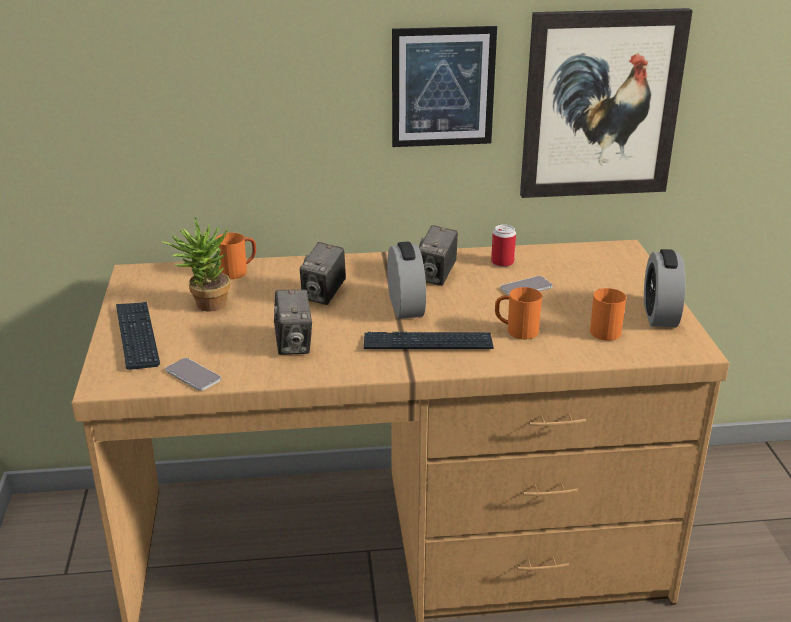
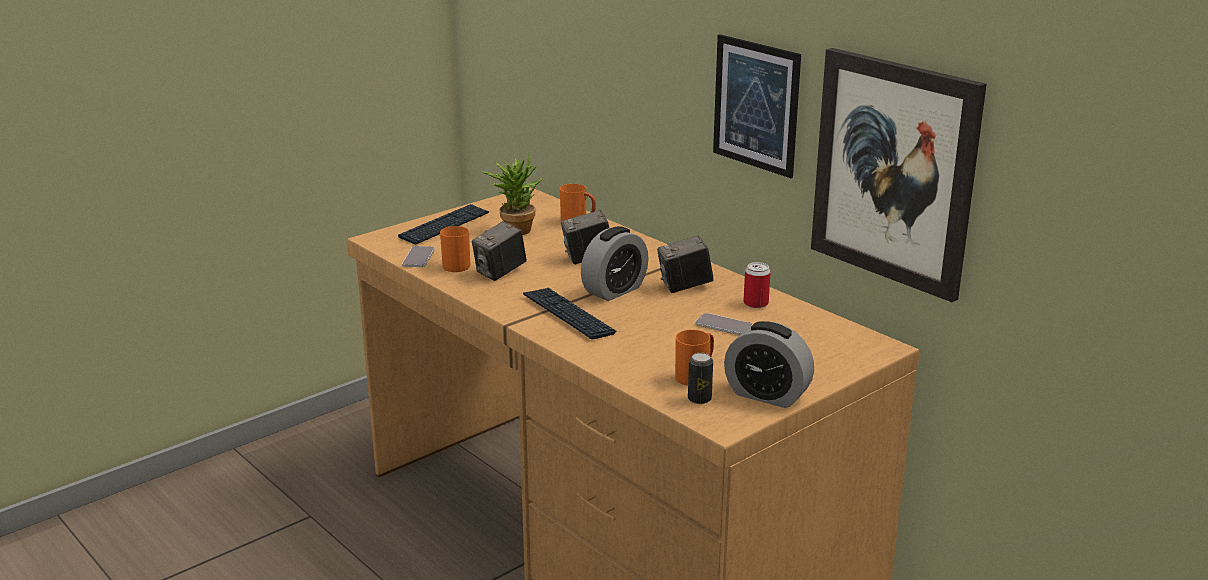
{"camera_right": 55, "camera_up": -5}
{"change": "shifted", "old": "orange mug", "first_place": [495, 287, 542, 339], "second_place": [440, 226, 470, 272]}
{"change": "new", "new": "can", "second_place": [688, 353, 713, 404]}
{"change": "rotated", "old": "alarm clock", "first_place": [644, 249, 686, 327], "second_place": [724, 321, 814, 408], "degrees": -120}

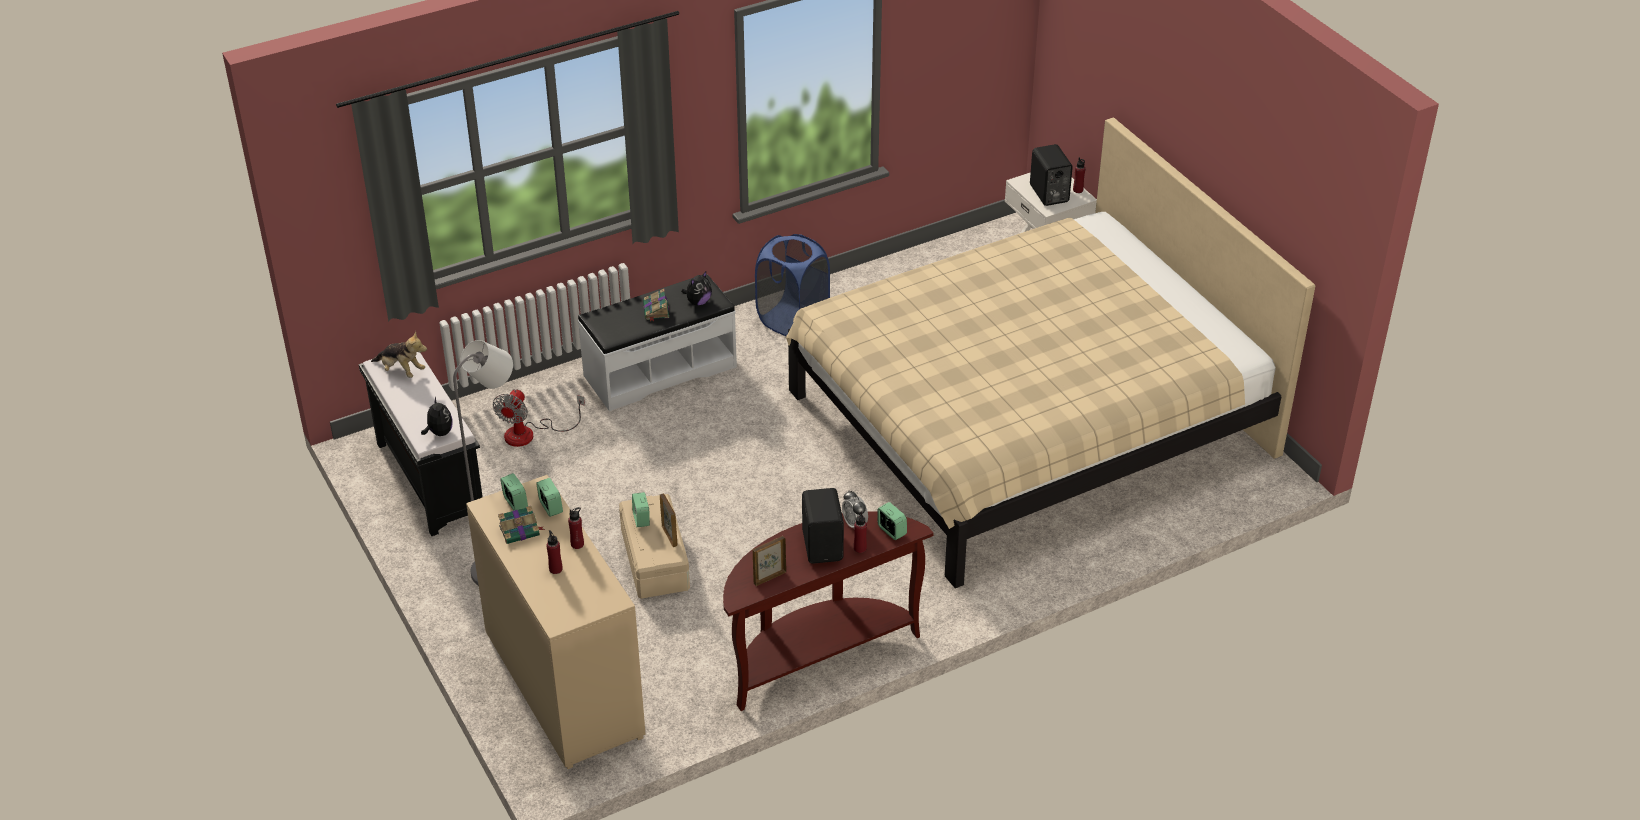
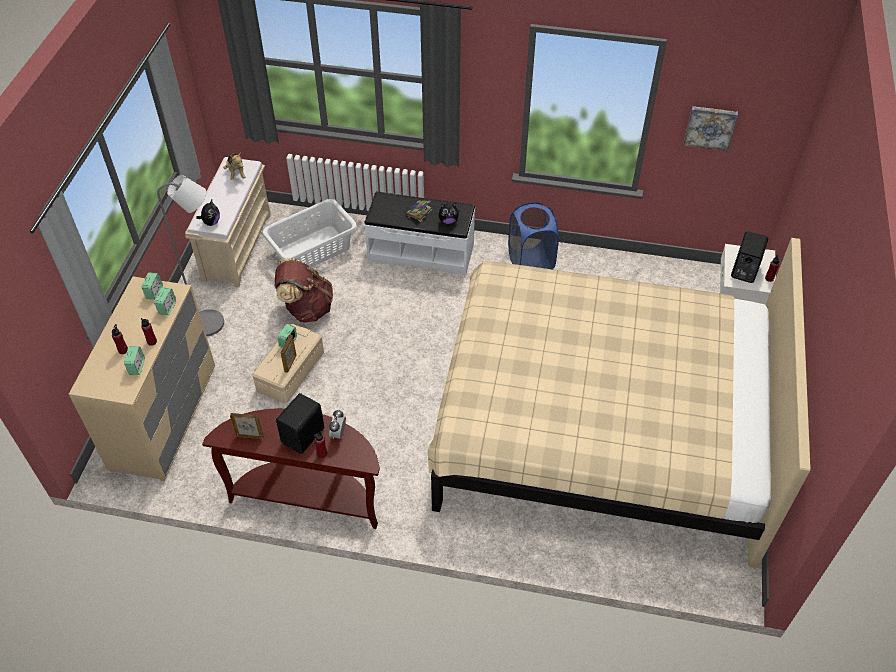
{"camera_right": 40, "camera_up": 10}
{"change": "shifted", "old": "alarm clock", "first_place": [877, 502, 907, 540], "second_place": [124, 346, 145, 375]}
{"change": "repainted", "old": "black bench", "new": "beige bench", "first_place": [359, 352, 483, 536], "second_place": [185, 157, 271, 287]}
{"change": "swapped", "old": "fan", "new": "white laundry basket", "first_place": [492, 389, 585, 447], "second_place": [262, 199, 357, 267]}
{"change": "new", "new": "brown backpack", "second_place": [275, 258, 333, 323]}
{"change": "new", "new": "picture", "second_place": [684, 106, 738, 151]}
{"change": "gone", "old": "book", "first_place": [498, 506, 545, 544]}

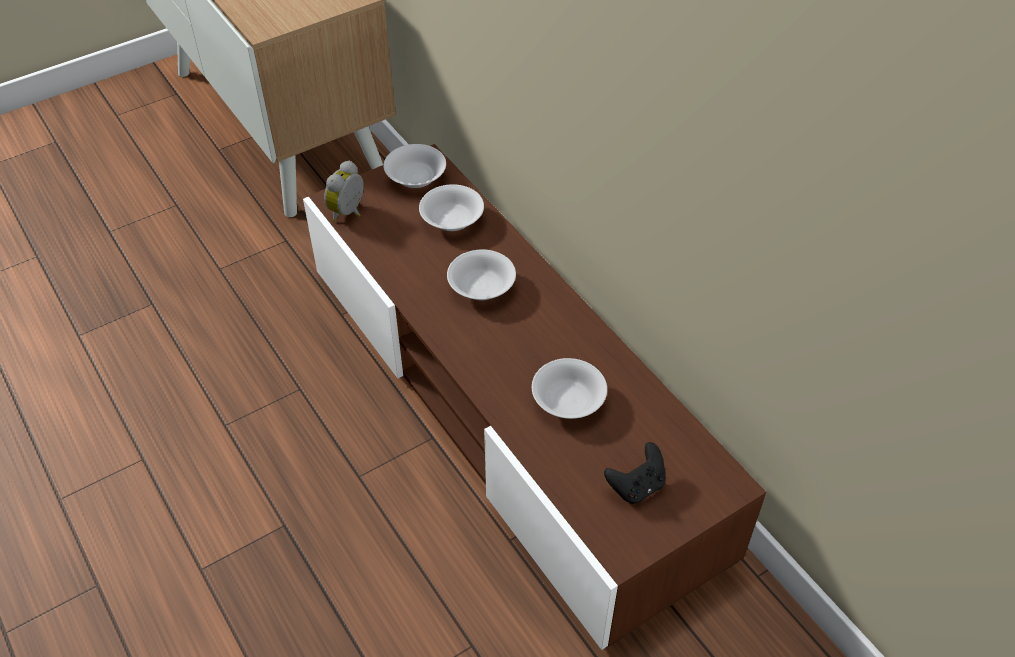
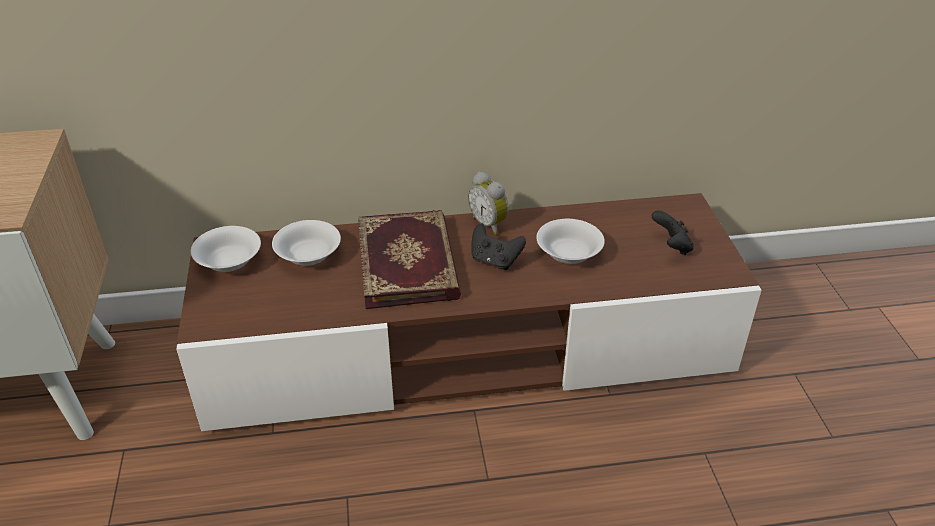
{"camera_right": -65, "camera_up": -10}
{"change": "swapped", "old": "white bowl", "new": "book", "first_place": [447, 250, 516, 300], "second_place": [358, 210, 461, 309]}
{"change": "shifted", "old": "alarm clock", "first_place": [324, 161, 364, 222], "second_place": [468, 172, 509, 235]}
{"change": "new", "new": "black game controller", "second_place": [471, 224, 526, 270]}

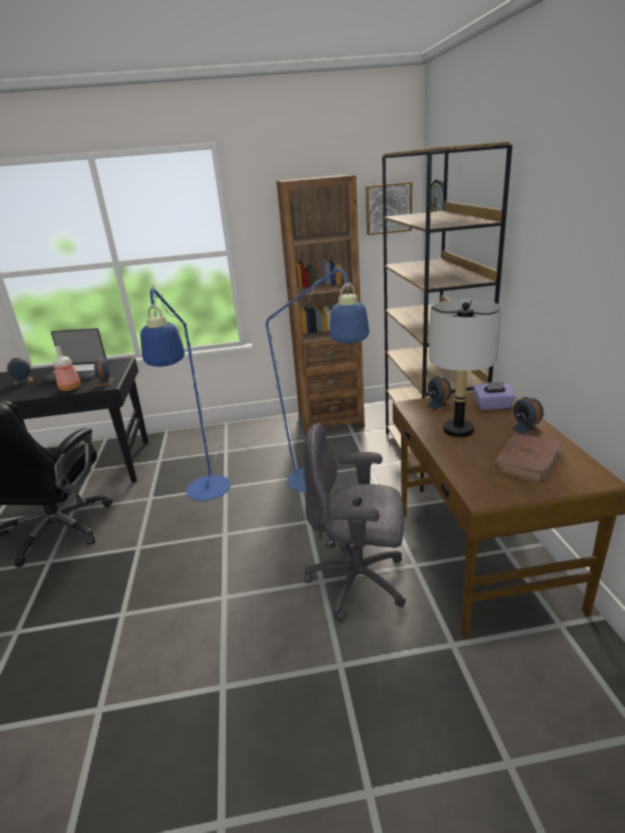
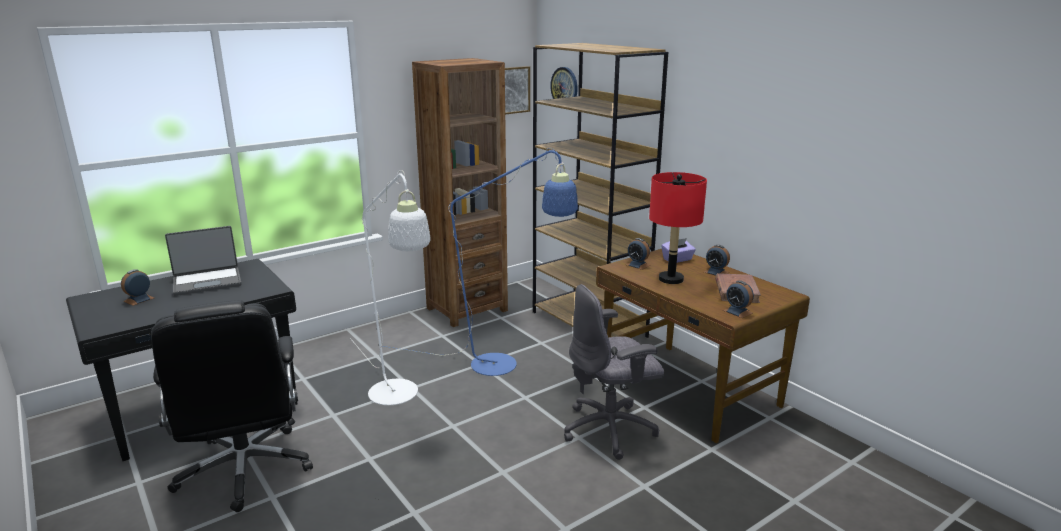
{"camera_right": -30, "camera_up": -5}
{"change": "repainted", "old": "blue floor lamp", "new": "white floor lamp", "first_place": [140, 285, 231, 501], "second_place": [350, 170, 431, 405]}
{"change": "repainted", "old": "grey table lamp", "new": "red table lamp", "first_place": [429, 299, 502, 437], "second_place": [649, 172, 707, 284]}
{"change": "shifted", "old": "alarm clock", "first_place": [94, 358, 115, 387], "second_place": [723, 280, 754, 318]}
{"change": "gone", "old": "bottle", "first_place": [54, 346, 81, 391]}

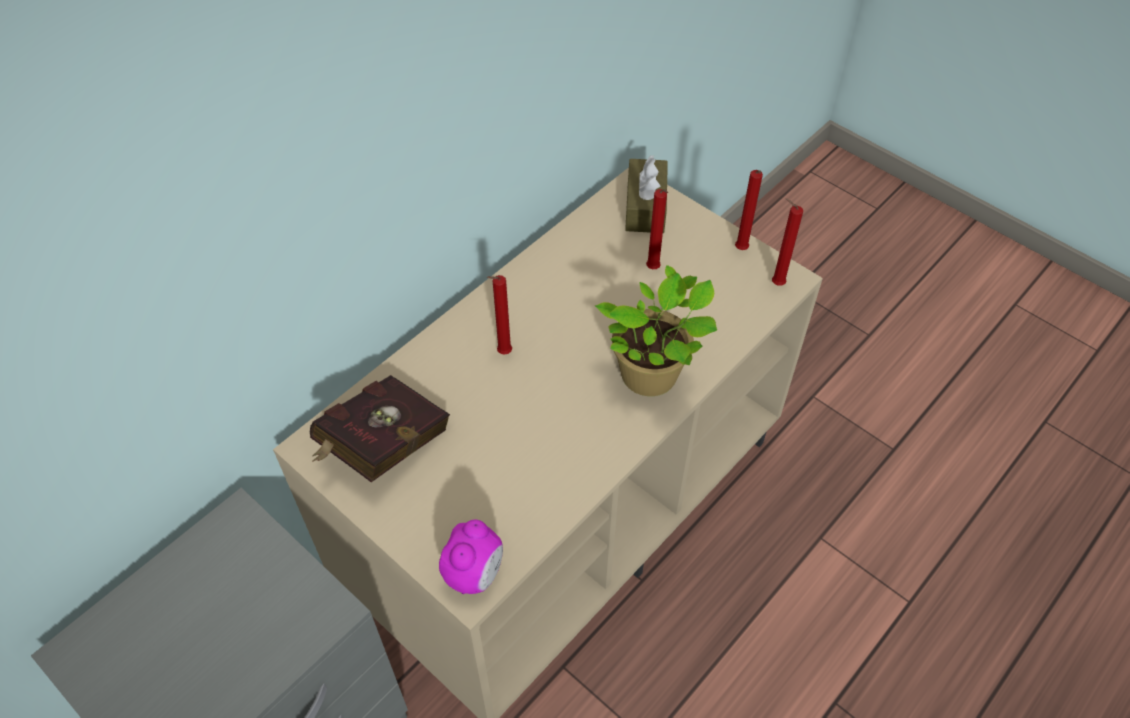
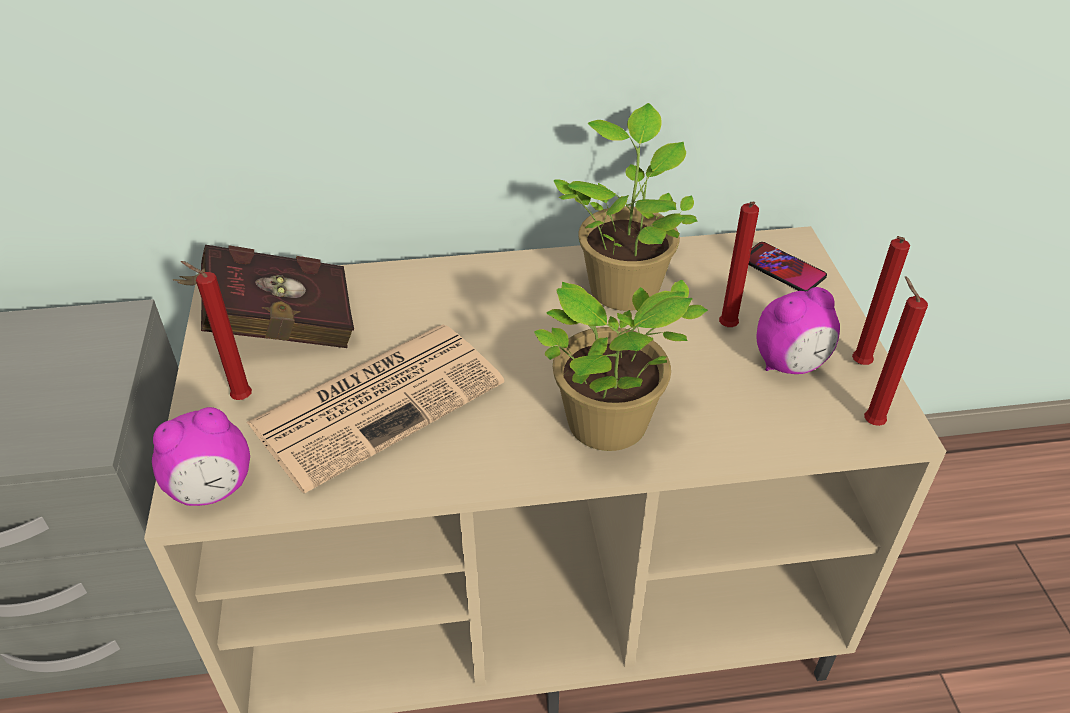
{"camera_right": 40, "camera_up": -10}
{"change": "shifted", "old": "red candle", "first_place": [487, 275, 512, 355], "second_place": [181, 261, 252, 400]}
{"change": "new", "new": "newspaper", "second_place": [246, 325, 504, 494]}
{"change": "new", "new": "potted plant", "second_place": [554, 103, 698, 311]}
{"change": "swapped", "old": "brown tissue box", "new": "phone", "first_place": [625, 155, 668, 233], "second_place": [748, 242, 827, 291]}
{"change": "new", "new": "alarm clock", "second_place": [756, 287, 840, 374]}

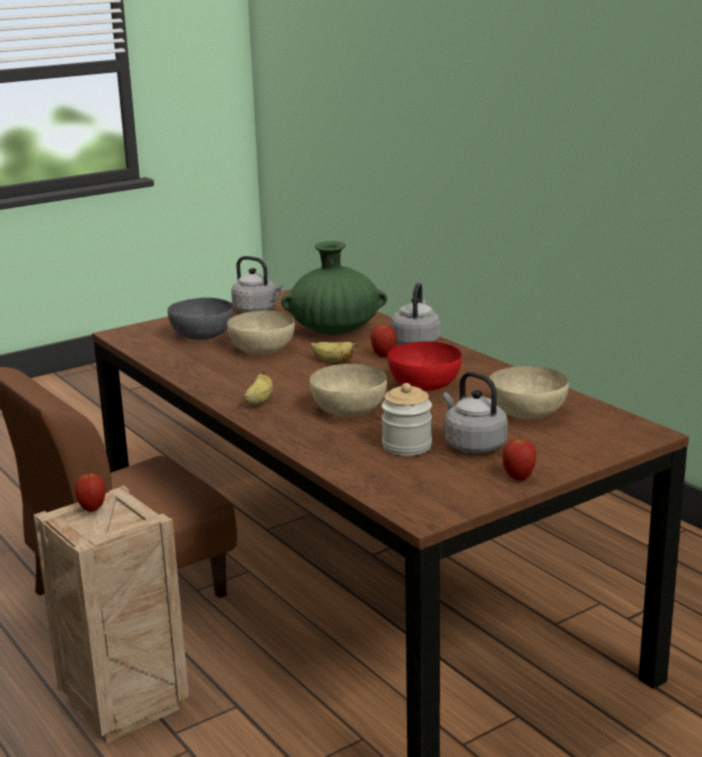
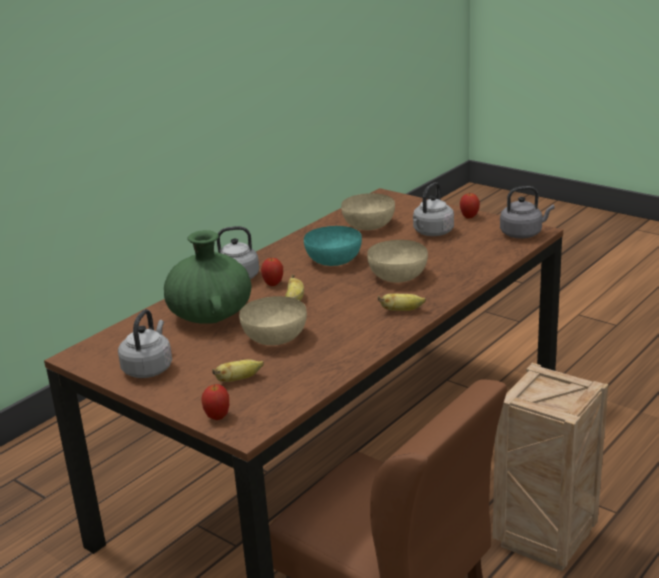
{"camera_right": -105, "camera_up": 5}
{"change": "shifted", "old": "apple", "first_place": [75, 473, 105, 512], "second_place": [201, 384, 229, 420]}
{"change": "swapped", "old": "grey bowl", "new": "banana", "first_place": [168, 298, 233, 340], "second_place": [212, 359, 264, 382]}
{"change": "repainted", "old": "red bowl", "new": "turquoise bowl", "first_place": [388, 341, 462, 391], "second_place": [304, 226, 362, 266]}
{"change": "new", "new": "grey kettle", "second_place": [500, 186, 555, 239]}
{"change": "gone", "old": "jar", "first_place": [381, 383, 432, 456]}

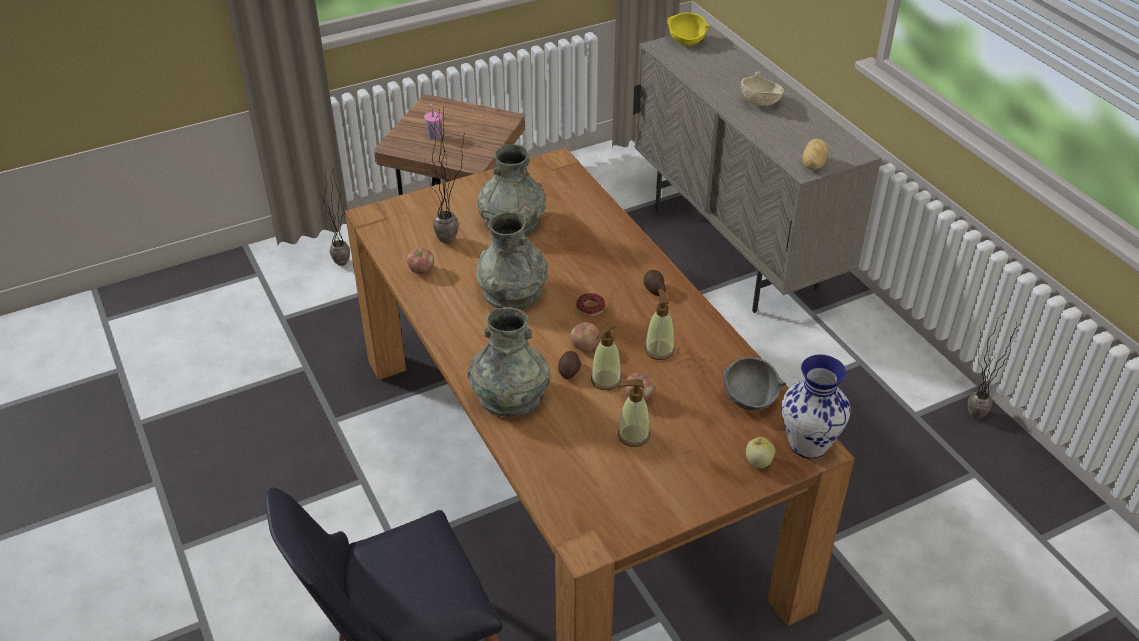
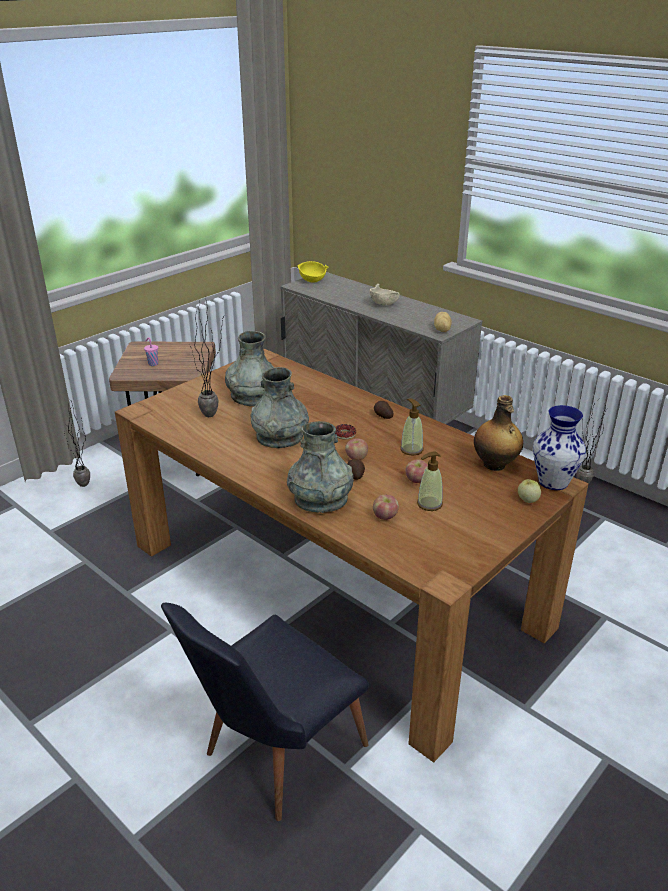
{"camera_right": -20, "camera_up": -10}
{"change": "shifted", "old": "apple", "first_place": [407, 248, 434, 274], "second_place": [373, 495, 399, 520]}
{"change": "swapped", "old": "grey bowl", "new": "bottle", "first_place": [722, 357, 786, 411], "second_place": [474, 395, 523, 471]}
{"change": "gone", "old": "soap dispenser", "first_place": [591, 323, 621, 390]}

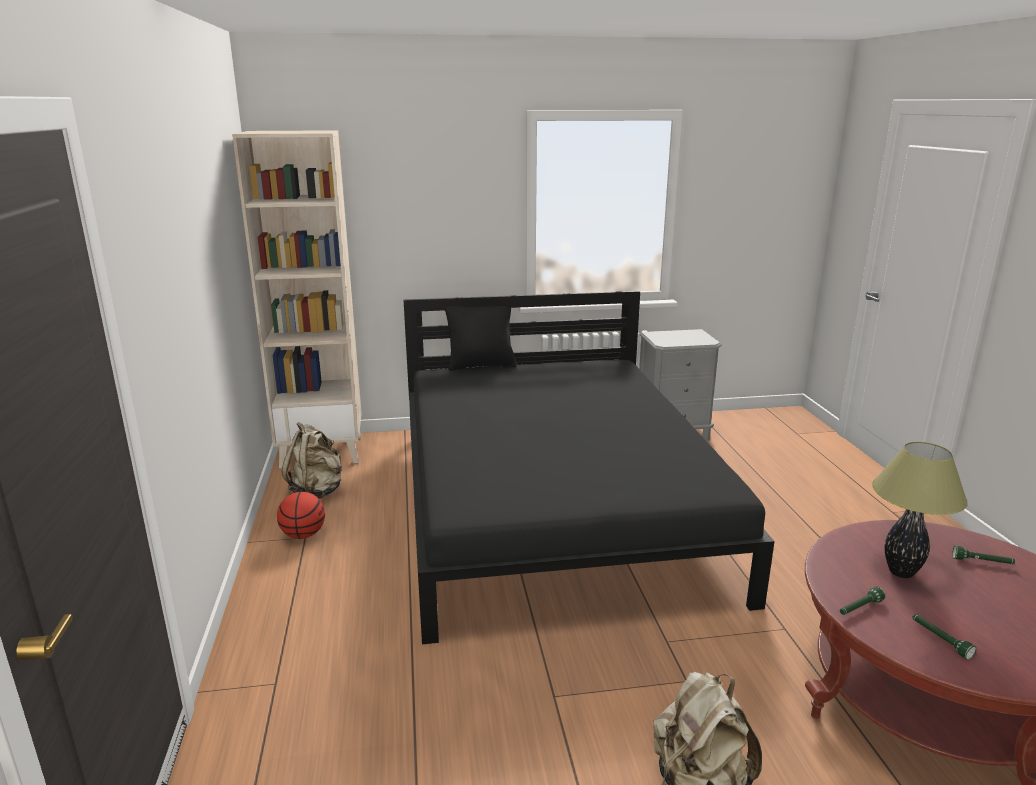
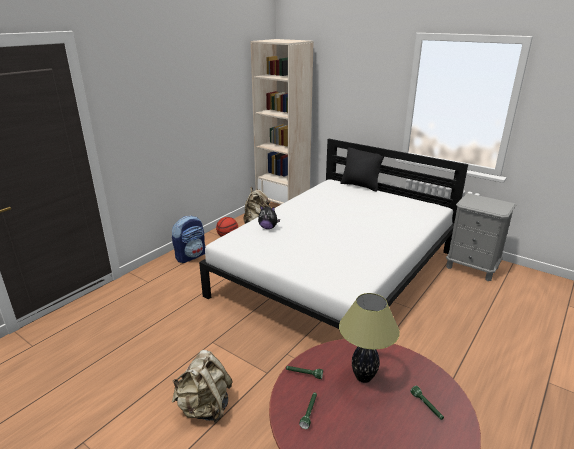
{"camera_right": 45, "camera_up": 5}
{"change": "new", "new": "backpack", "second_place": [172, 215, 205, 263]}
{"change": "repainted", "old": "black bed", "new": "white bed", "first_place": [403, 291, 775, 644], "second_place": [199, 139, 468, 329]}
{"change": "new", "new": "plush toy", "second_place": [258, 206, 280, 229]}

